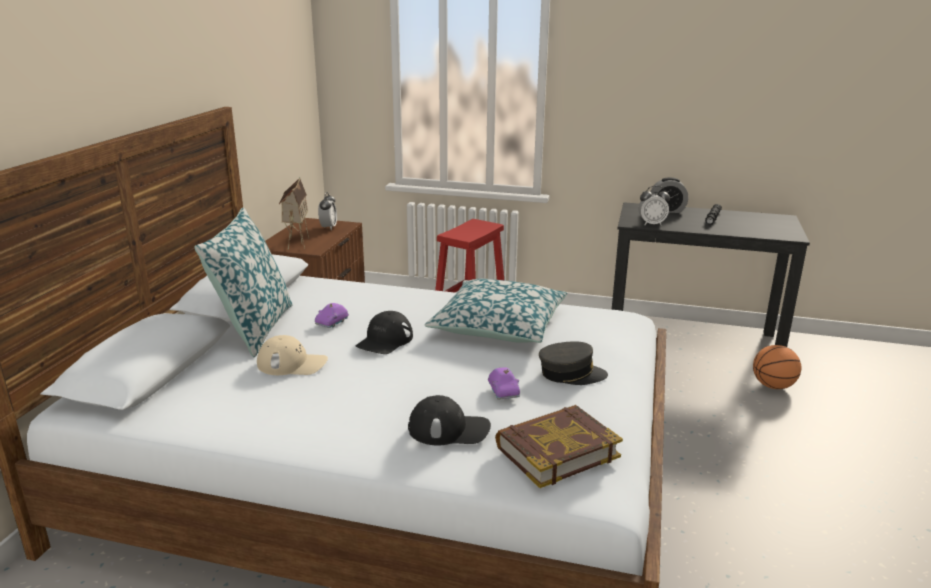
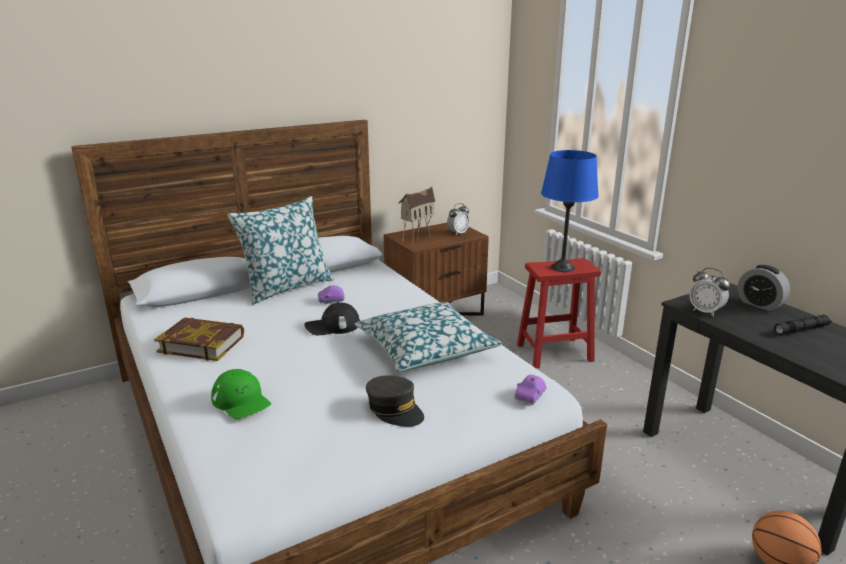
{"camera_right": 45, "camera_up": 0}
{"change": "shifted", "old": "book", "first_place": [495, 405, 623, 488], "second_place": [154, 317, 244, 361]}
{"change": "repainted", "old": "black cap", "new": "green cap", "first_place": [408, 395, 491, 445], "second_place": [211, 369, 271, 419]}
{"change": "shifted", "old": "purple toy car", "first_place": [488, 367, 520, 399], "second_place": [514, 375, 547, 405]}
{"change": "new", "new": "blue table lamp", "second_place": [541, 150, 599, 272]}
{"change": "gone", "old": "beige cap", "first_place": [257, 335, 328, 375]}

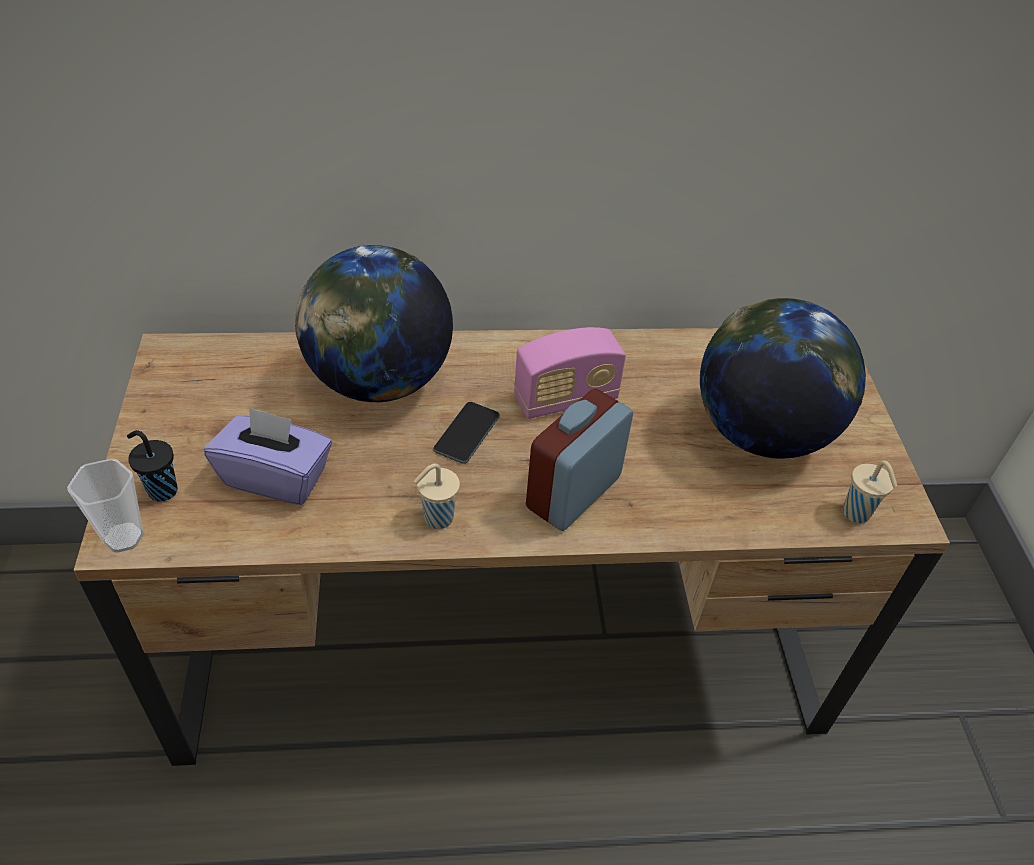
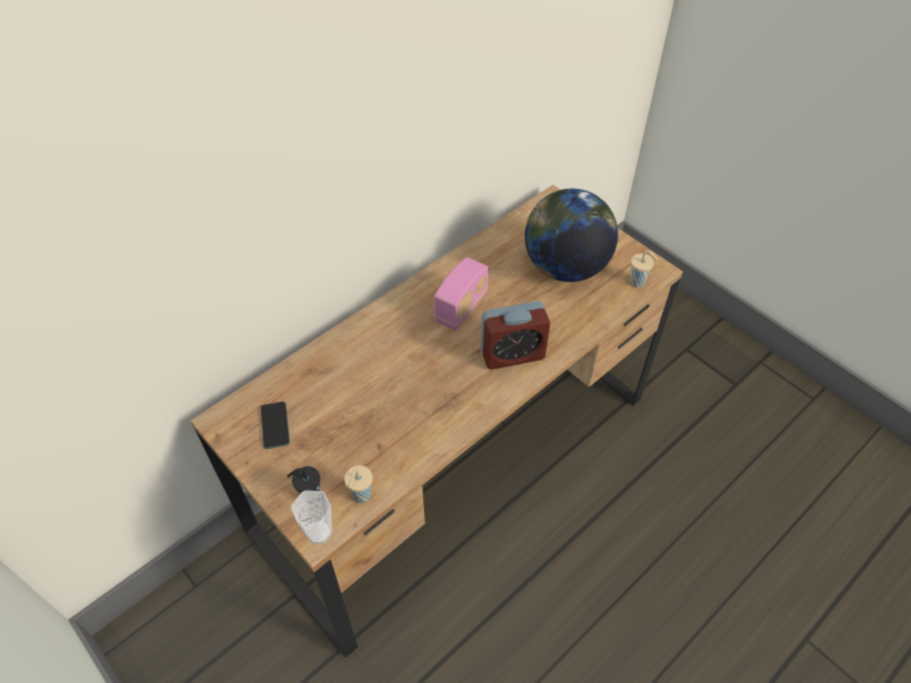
{"camera_right": -35, "camera_up": 5}
{"change": "shifted", "old": "phone", "first_place": [433, 402, 500, 464], "second_place": [260, 402, 290, 449]}
{"change": "shifted", "old": "beige cup", "first_place": [414, 463, 460, 529], "second_place": [344, 465, 373, 503]}
{"change": "rotated", "old": "alarm clock", "first_place": [526, 388, 633, 531], "second_place": [481, 301, 550, 370], "degrees": -105}
{"change": "gone", "old": "purple tissue box", "first_place": [204, 406, 332, 505]}
{"change": "gone", "old": "globe", "first_place": [295, 245, 453, 402]}

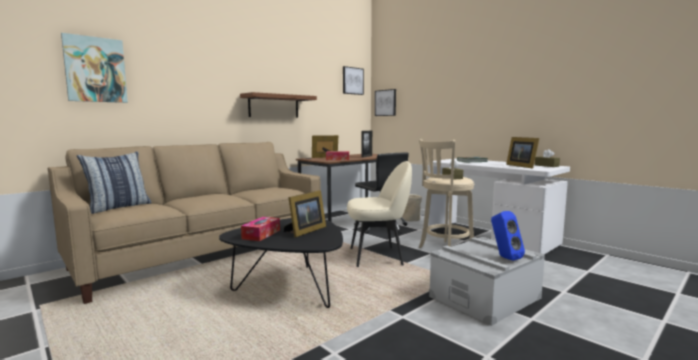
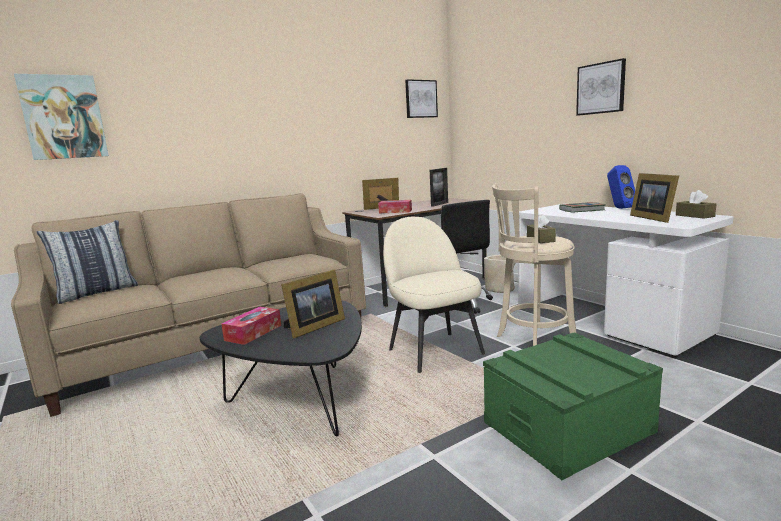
{"camera_right": 10, "camera_up": 5}
{"change": "rotated", "old": "beige chair", "first_place": [347, 161, 412, 267], "second_place": [383, 217, 485, 373], "degrees": -120}
{"change": "repainted", "old": "grey storage box", "new": "green storage box", "first_place": [429, 237, 545, 326], "second_place": [483, 332, 663, 480]}
{"change": "shifted", "old": "picture", "first_place": [375, 89, 396, 116], "second_place": [576, 58, 626, 116]}
{"change": "shifted", "old": "blue speaker", "first_place": [491, 211, 525, 261], "second_place": [607, 165, 635, 209]}
{"change": "gone", "old": "brown shelf", "first_place": [240, 92, 317, 118]}

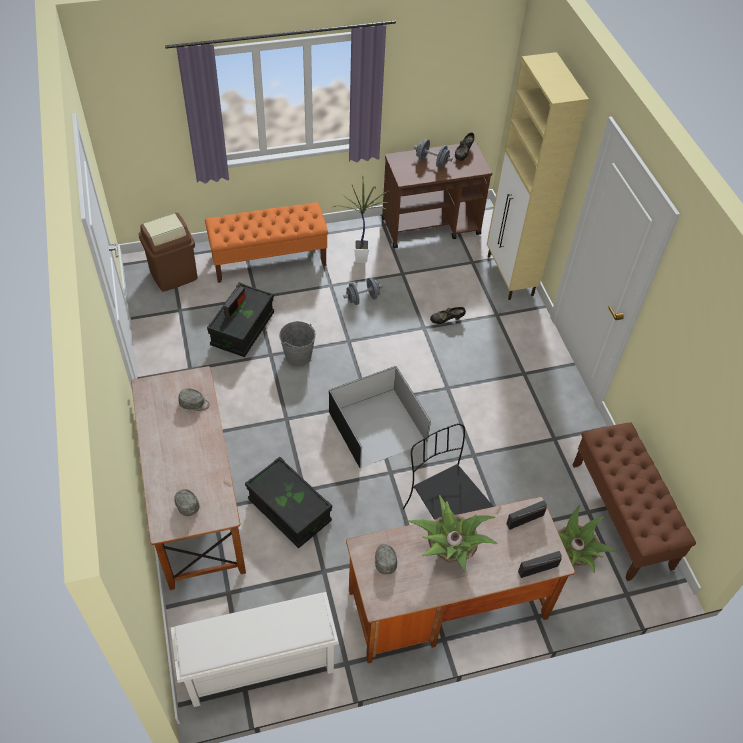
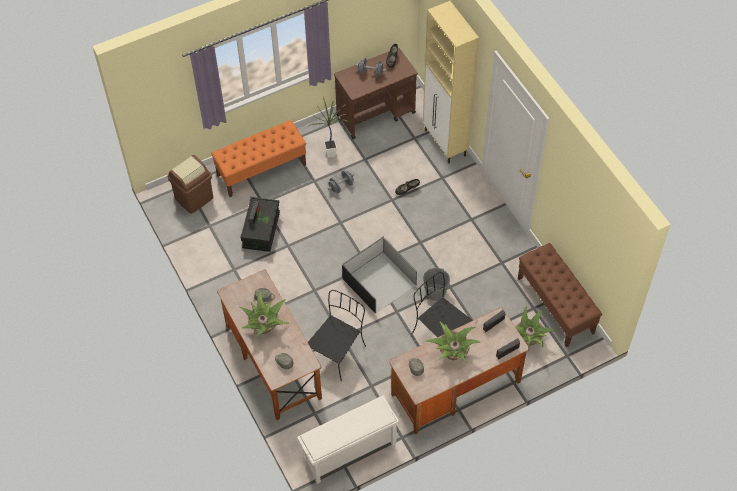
{"camera_right": -10, "camera_up": 5}
{"change": "new", "new": "potted plant", "second_place": [240, 291, 289, 337]}
{"change": "swapped", "old": "black storage box", "new": "black chair", "first_place": [245, 457, 332, 548], "second_place": [308, 290, 366, 382]}
{"change": "shifted", "old": "grey bucket", "first_place": [279, 321, 316, 366], "second_place": [423, 268, 450, 301]}

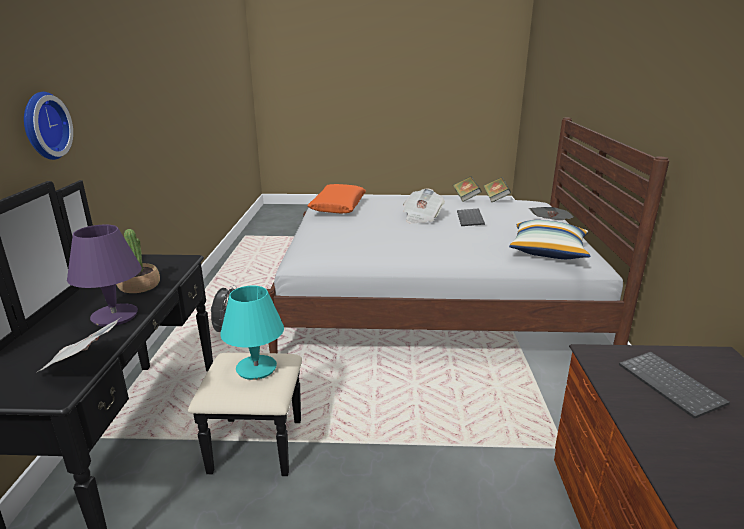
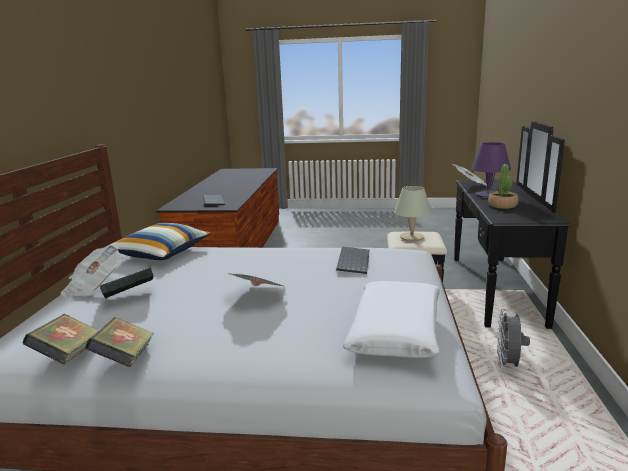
{"camera_right": -175, "camera_up": -5}
{"change": "new", "new": "book", "second_place": [99, 268, 153, 298]}
{"change": "shifted", "old": "keyboard", "first_place": [457, 208, 485, 226], "second_place": [336, 247, 369, 274]}
{"change": "repainted", "old": "orange pillow", "new": "white pillow", "first_place": [308, 184, 366, 213], "second_place": [343, 281, 440, 358]}
{"change": "repainted", "old": "turquoise table lamp", "new": "beige table lamp", "first_place": [220, 286, 284, 380], "second_place": [394, 186, 431, 241]}
{"change": "gone", "old": "wall clock", "first_place": [24, 92, 73, 160]}

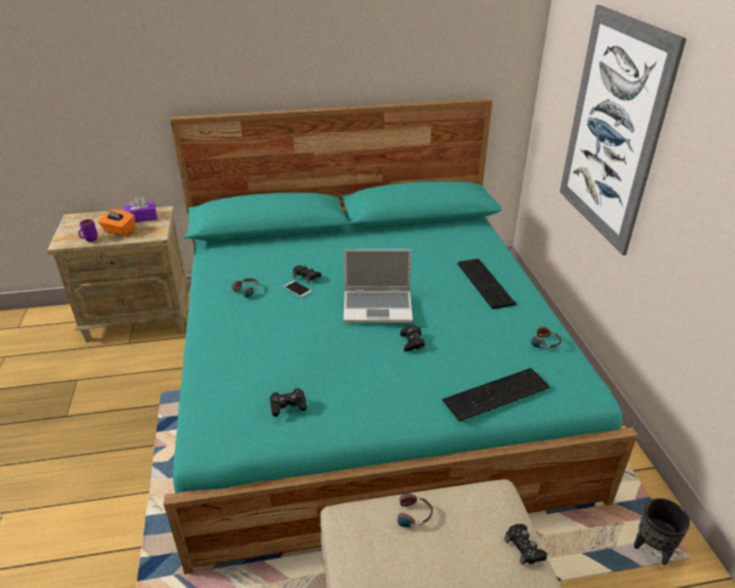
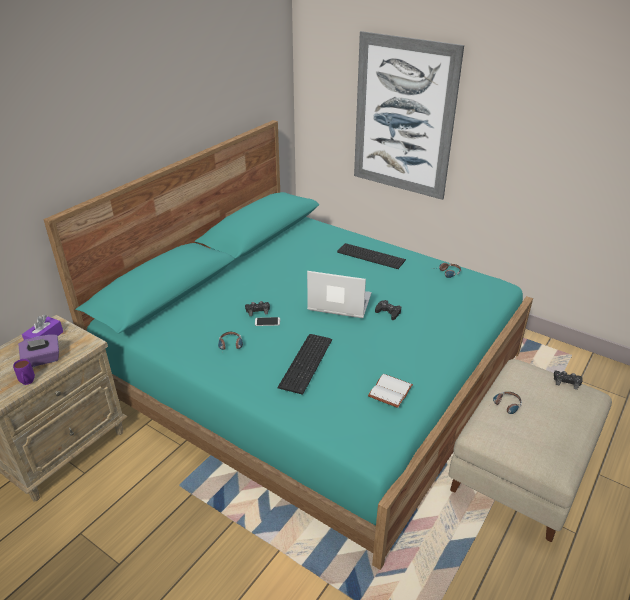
{"camera_right": -45, "camera_up": 0}
{"change": "repainted", "old": "orange tissue box", "new": "purple tissue box", "first_place": [98, 209, 135, 236], "second_place": [18, 335, 59, 367]}
{"change": "shifted", "old": "keyboard", "first_place": [442, 368, 550, 422], "second_place": [277, 334, 332, 395]}
{"change": "rotated", "old": "laptop", "first_place": [343, 249, 413, 323], "second_place": [307, 271, 371, 318], "degrees": -120}
{"change": "swapped", "old": "black game controller", "new": "white book", "first_place": [270, 388, 307, 417], "second_place": [368, 374, 413, 408]}
{"change": "gone", "old": "black planter", "first_place": [634, 498, 690, 565]}

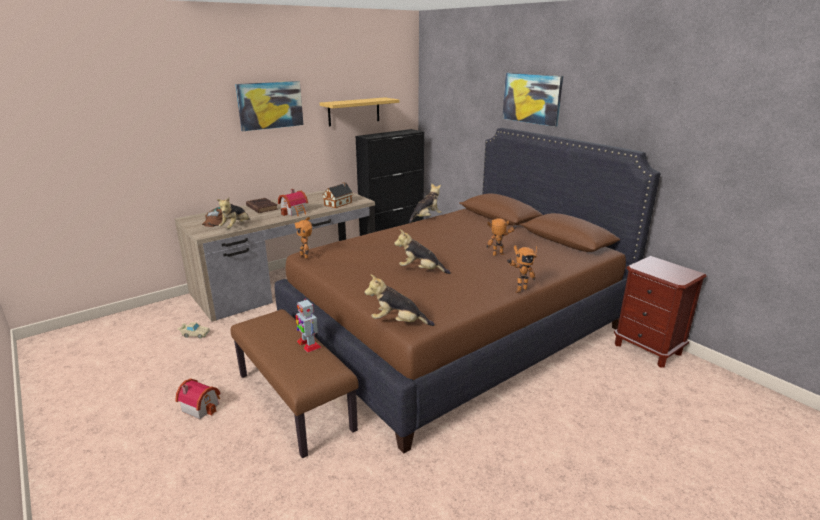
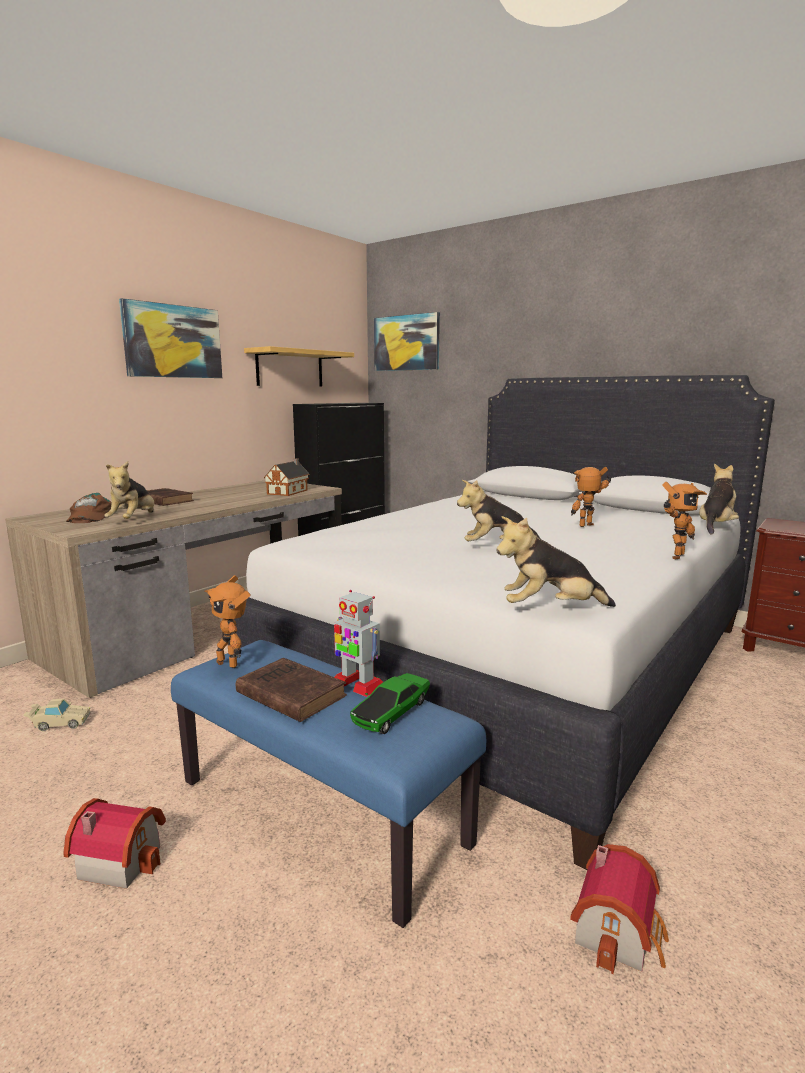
{"camera_right": -15, "camera_up": -10}
{"change": "repainted", "old": "brown bench", "new": "blue bench", "first_place": [231, 309, 359, 458], "second_place": [171, 640, 486, 928]}
{"change": "shifted", "old": "toy robot", "first_place": [294, 217, 312, 259], "second_place": [204, 575, 251, 668]}
{"change": "repainted", "old": "brown bed", "new": "white bed", "first_place": [275, 128, 661, 454], "second_place": [228, 375, 775, 870]}
{"change": "new", "new": "brown book", "second_place": [236, 658, 347, 722]}
{"change": "new", "new": "toy car", "second_place": [350, 673, 430, 734]}
{"change": "shifted", "old": "picture", "first_place": [502, 73, 563, 127], "second_place": [374, 312, 440, 371]}
{"change": "shifted", "old": "toy house", "first_place": [278, 189, 308, 216], "second_place": [570, 844, 669, 974]}
{"change": "shifted", "old": "plush toy", "first_place": [409, 183, 442, 223], "second_place": [699, 463, 739, 535]}

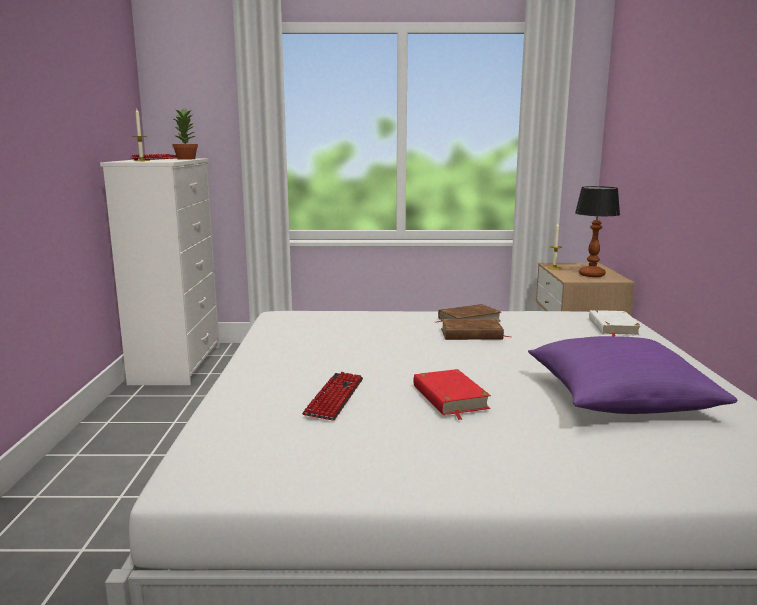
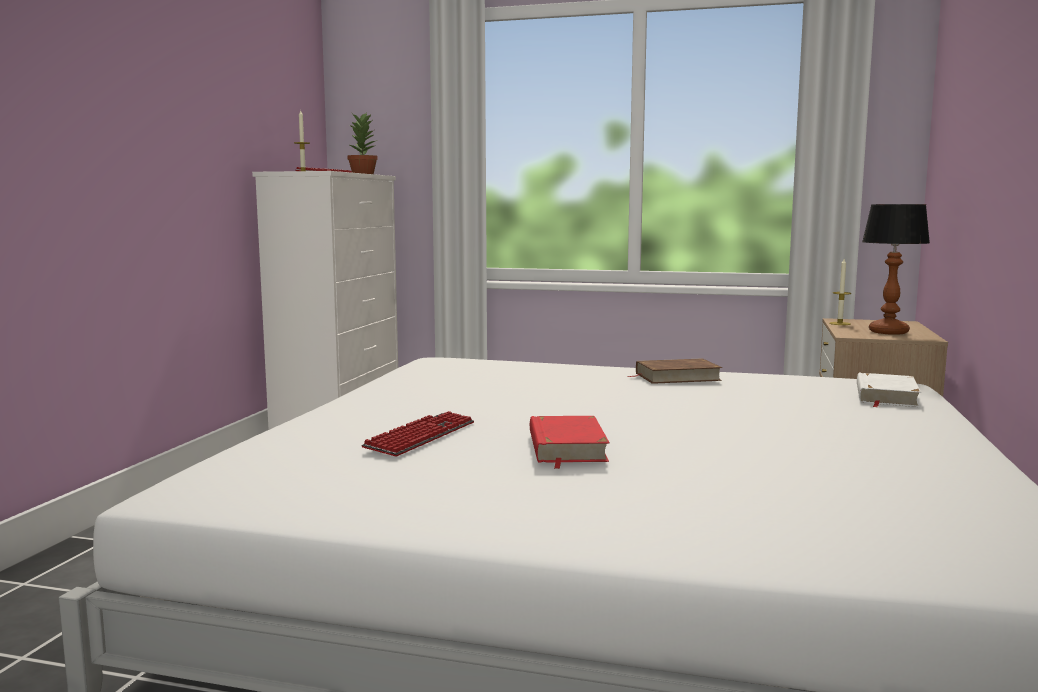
{"camera_right": 15, "camera_up": -5}
{"change": "gone", "old": "brown book", "first_place": [441, 319, 512, 340]}
{"change": "gone", "old": "purple pillow", "first_place": [528, 336, 737, 414]}

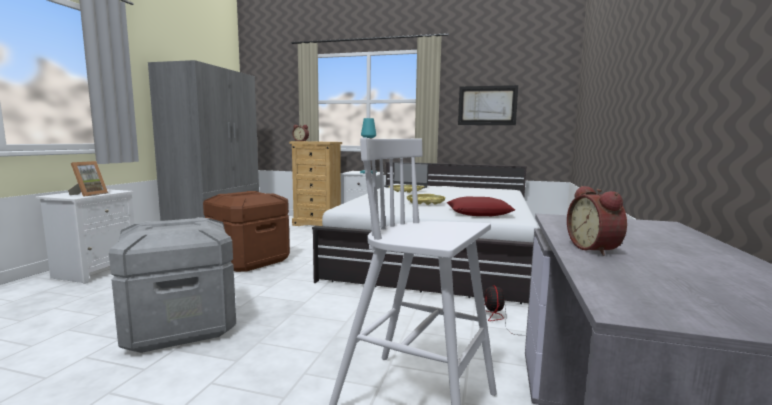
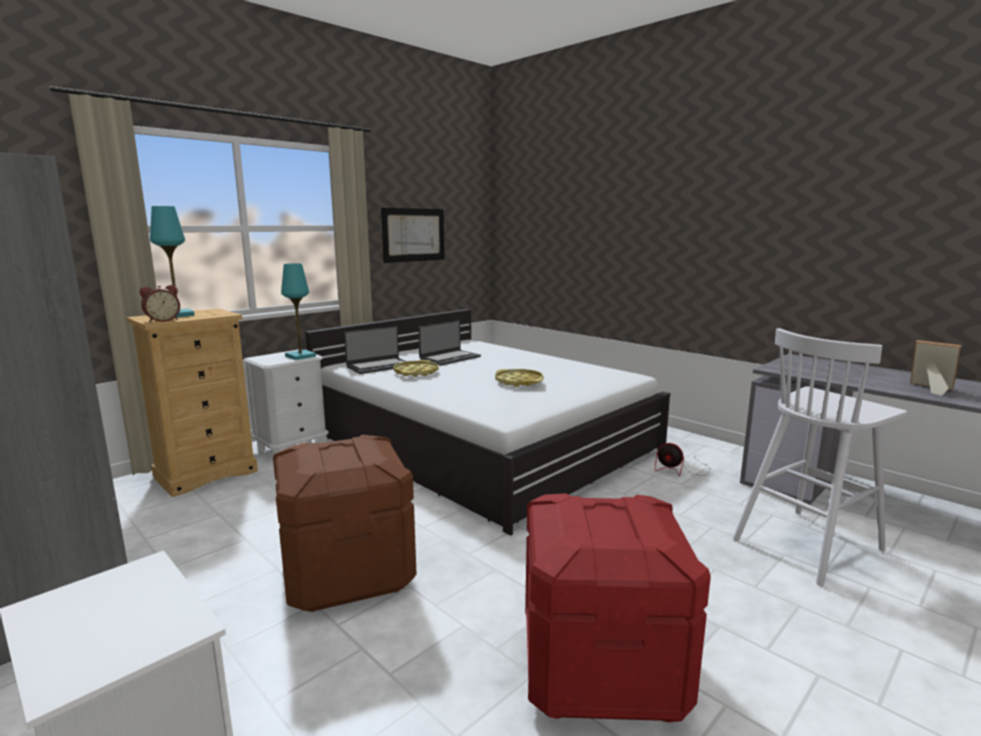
{"camera_right": -60, "camera_up": 5}
{"change": "new", "new": "turquoise table lamp", "second_place": [150, 206, 195, 317]}
{"change": "new", "new": "laptop", "second_place": [418, 320, 481, 365]}
{"change": "repainted", "old": "grey storage box", "new": "red storage box", "first_place": [109, 217, 236, 353], "second_place": [525, 493, 711, 722]}
{"change": "shifted", "old": "picture frame", "first_place": [68, 161, 108, 197], "second_place": [910, 340, 961, 396]}
{"change": "gone", "old": "red pillow", "first_place": [447, 196, 515, 216]}
{"change": "gone", "old": "alarm clock", "first_place": [567, 186, 627, 256]}

